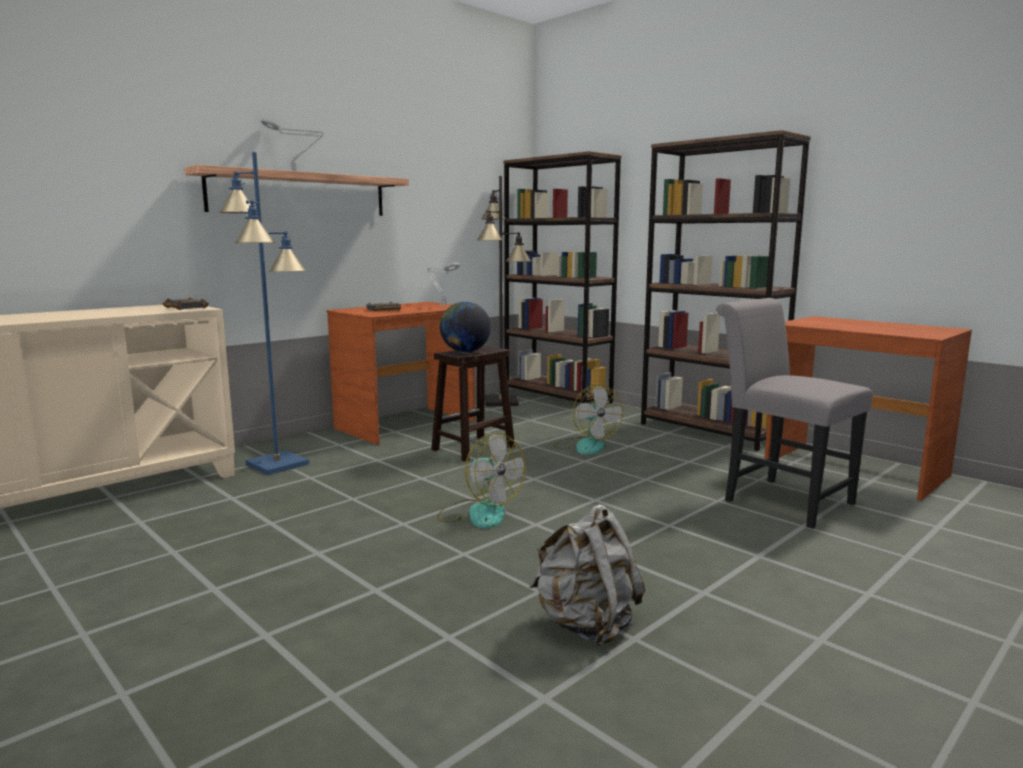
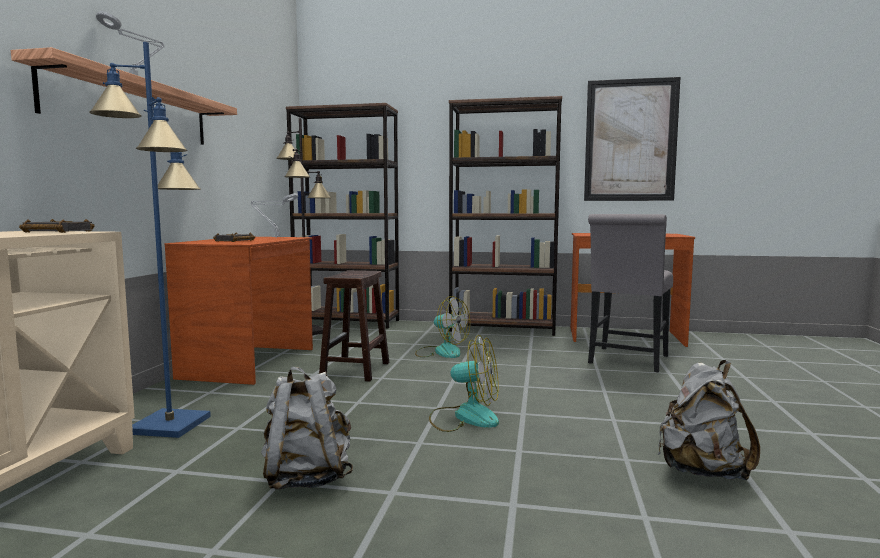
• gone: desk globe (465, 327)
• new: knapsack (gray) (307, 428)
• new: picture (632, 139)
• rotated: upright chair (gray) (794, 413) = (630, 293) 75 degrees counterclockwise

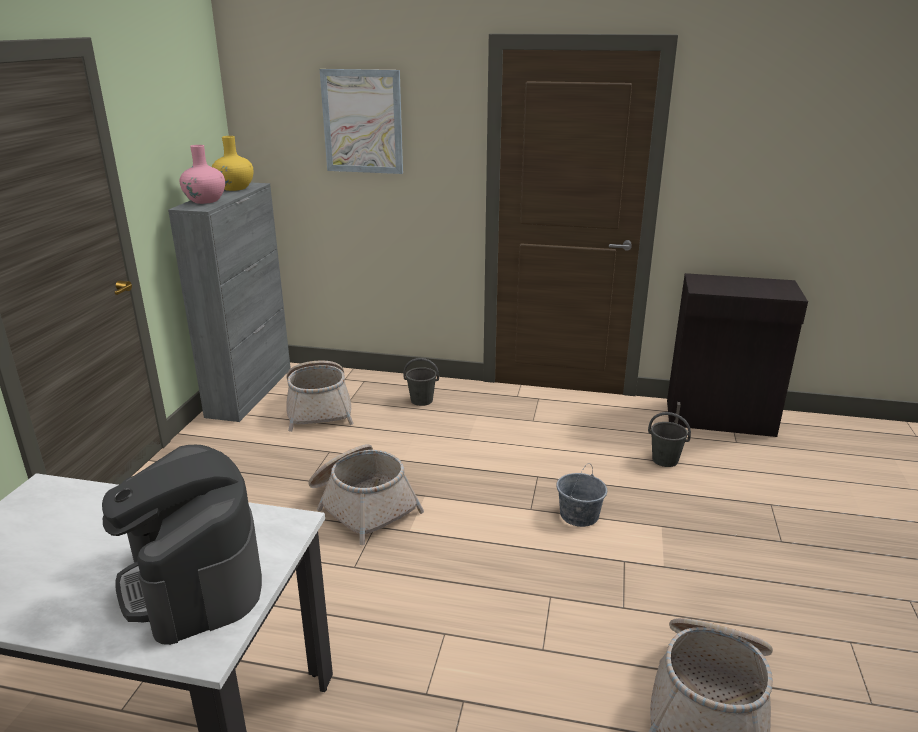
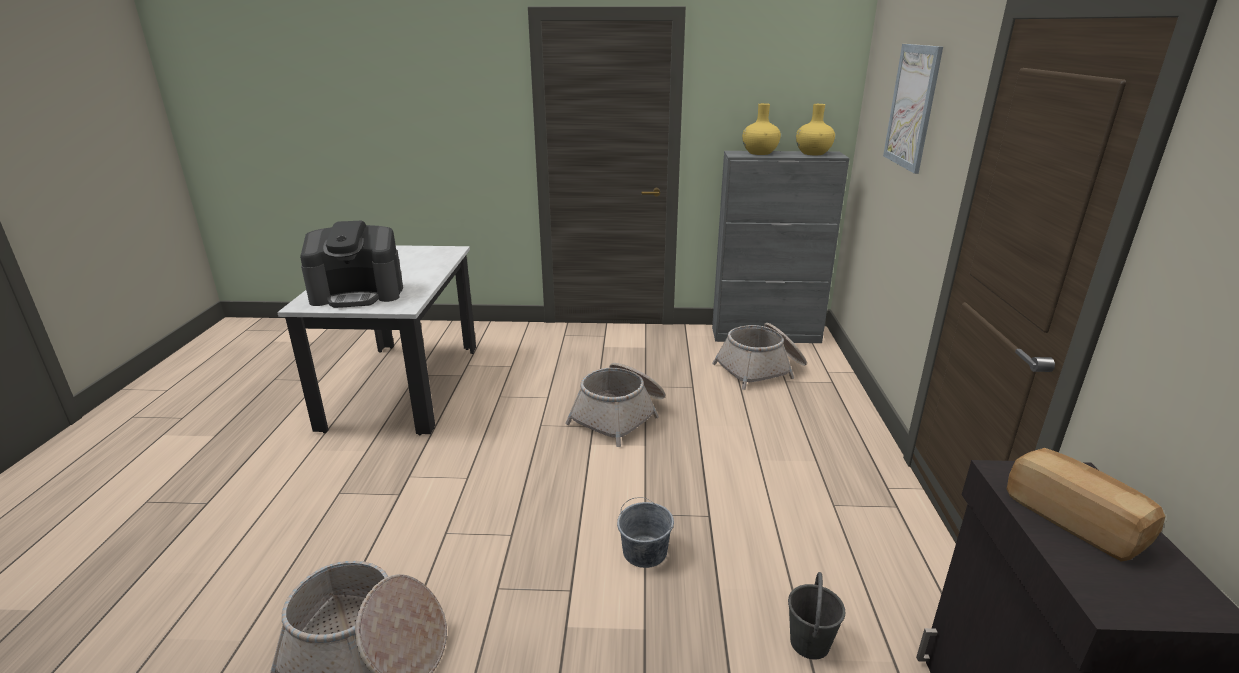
• gone: bucket (gray) (421, 382)
• new: bakery bread (1086, 505)
• repainted: decorative vase (pinkish) (202, 174) to decorative vase (yellowish) (761, 129)
• rotated: coffee machine (182, 545) = (351, 264) 150 degrees counterclockwise

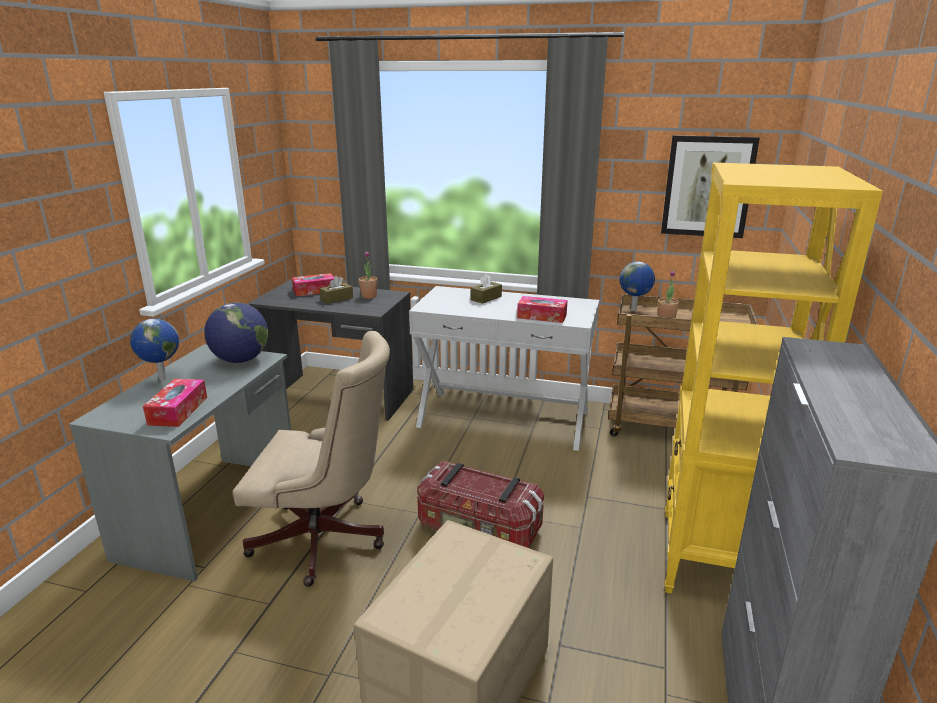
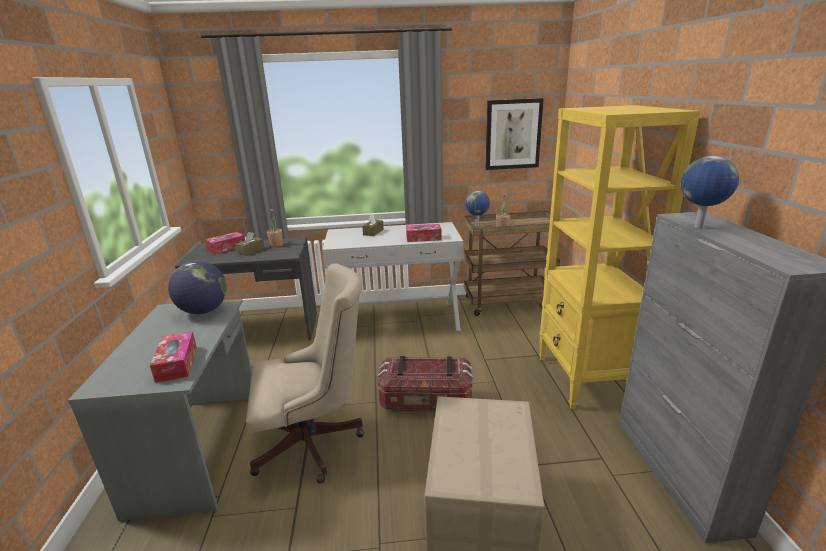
• shifted: desk globe (154, 350) to (710, 192)

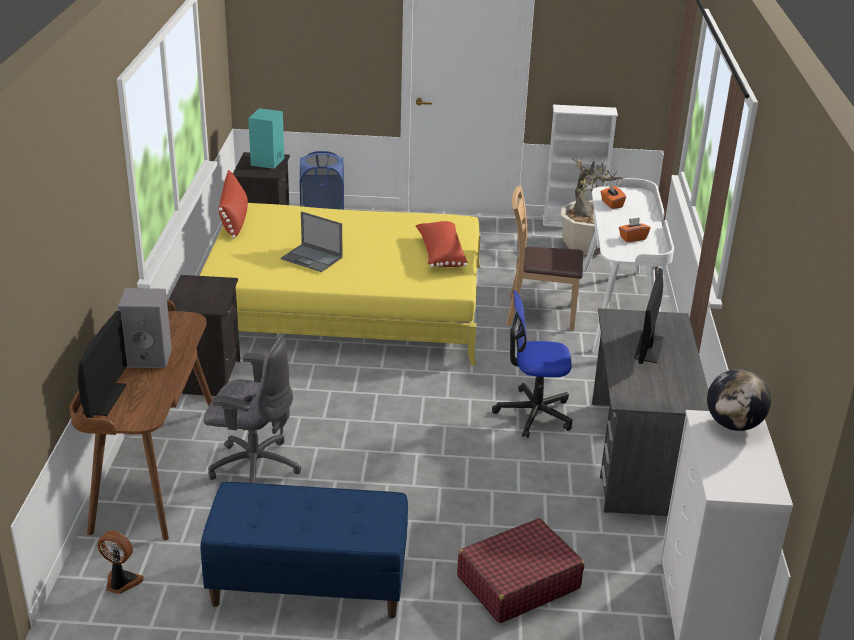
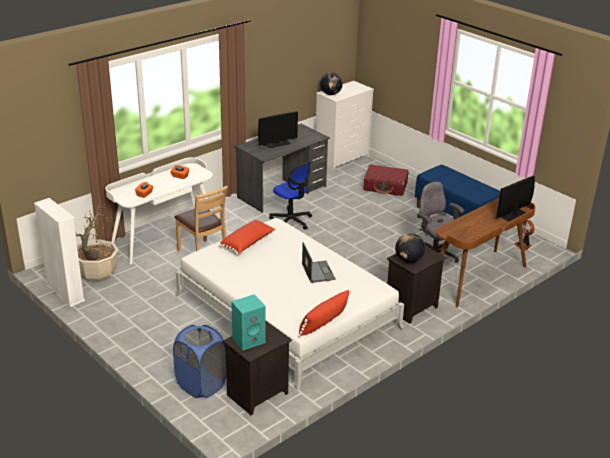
• gone: speaker (gray) (145, 328)
• new: desk globe (410, 248)
• repainted: bedroom bed (yellowish) (340, 284) to bedroom bed (white-coloured) (289, 304)

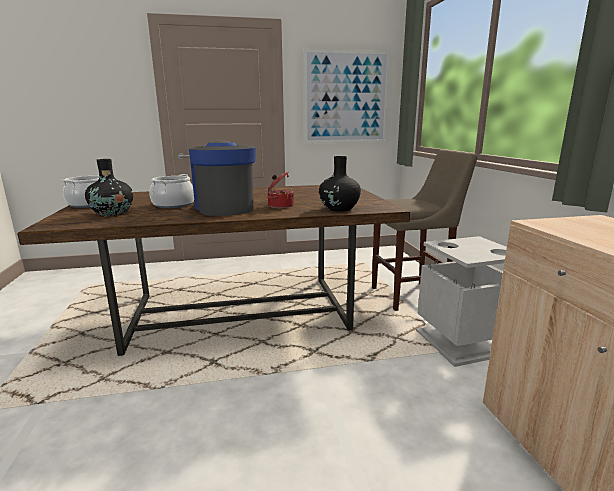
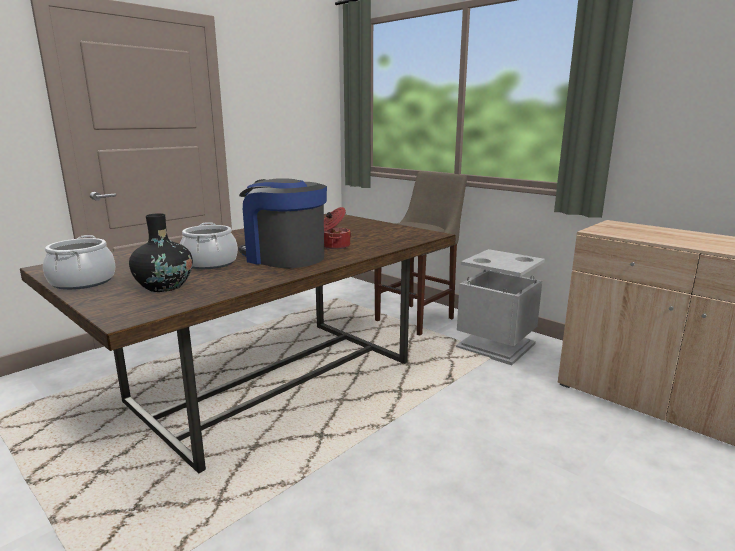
• gone: picture (347, 96)
• gone: decorative vase (black-coloured) (340, 184)

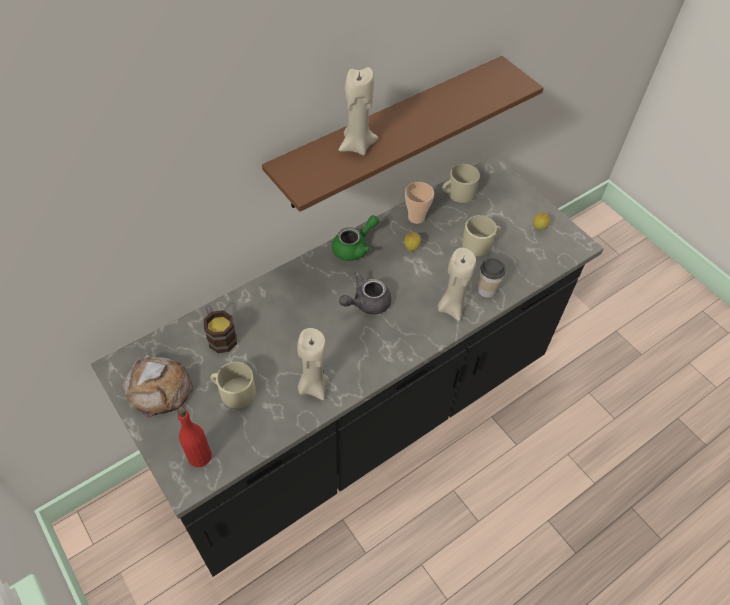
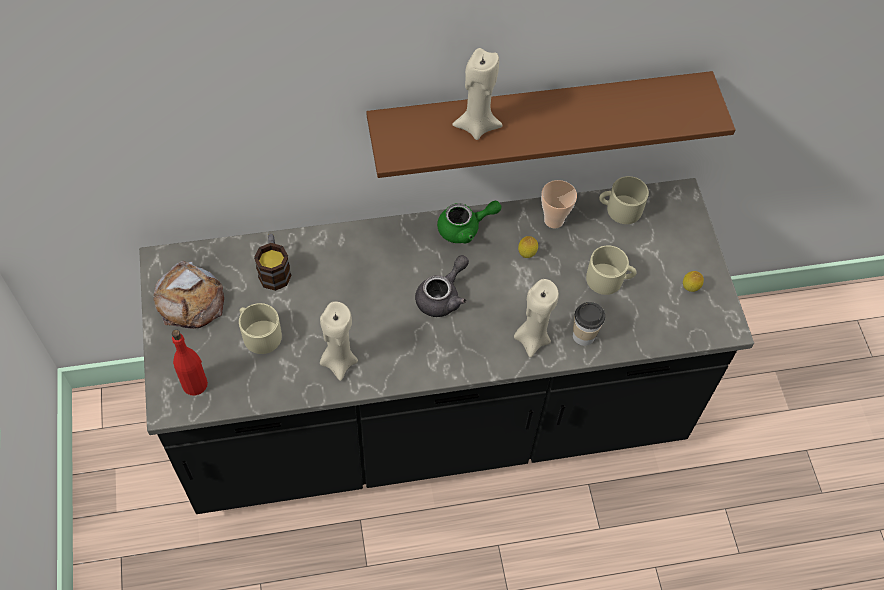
• rotated: pot for tea (gray) (365, 293) = (442, 286) 135 degrees clockwise

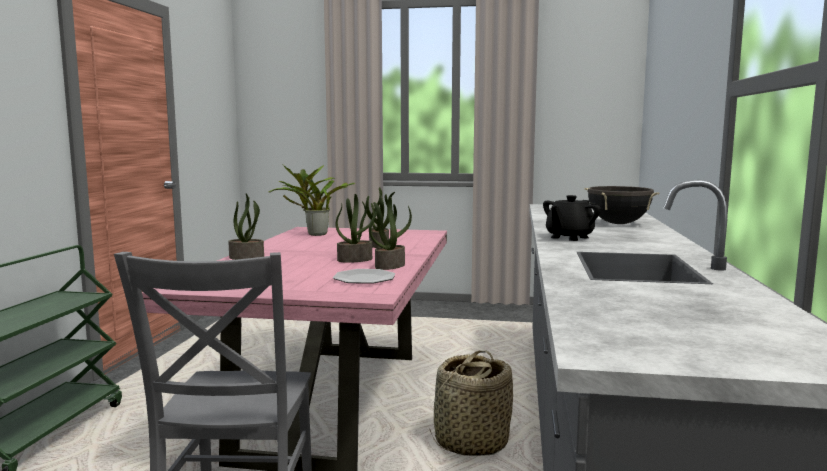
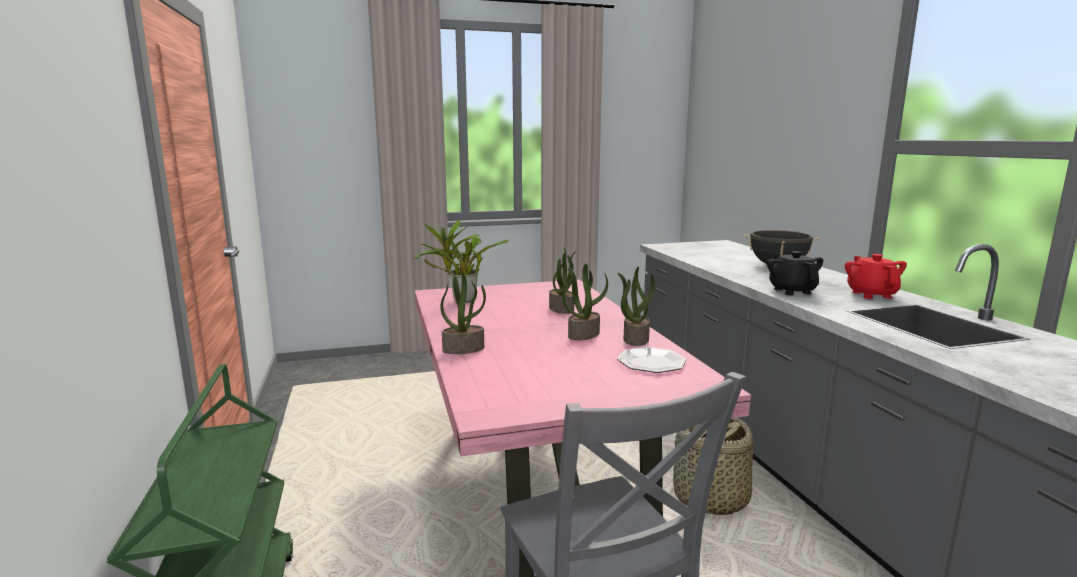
• new: pot for tea (red-coloured) (876, 276)
• rotated: pot for tea (black-coloured) (572, 218) = (795, 273) 150 degrees clockwise

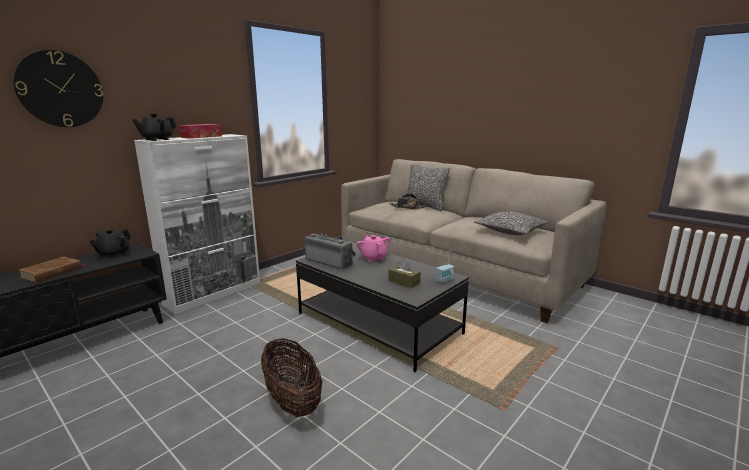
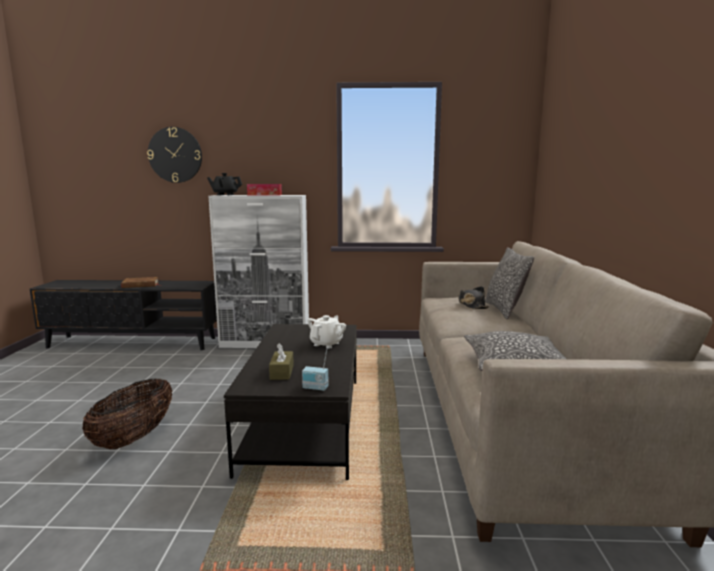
• gone: pot for tea (black-coloured) (110, 243)
• gone: radio set (330, 251)
• repainted: pot for tea (pinkish) (373, 248) to pot for tea (white-coloured) (326, 332)

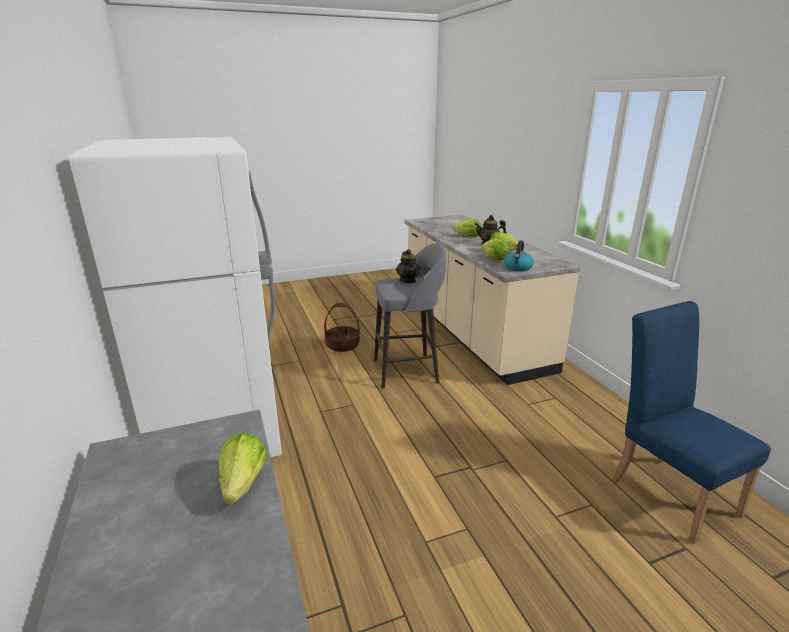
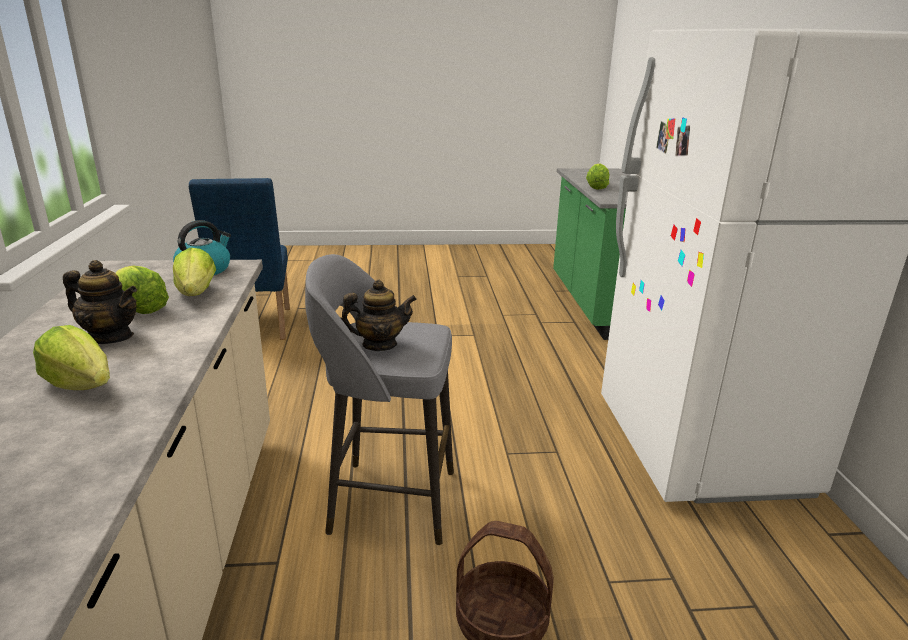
• rotated: pot for tea (408, 266) = (379, 315) 75 degrees clockwise

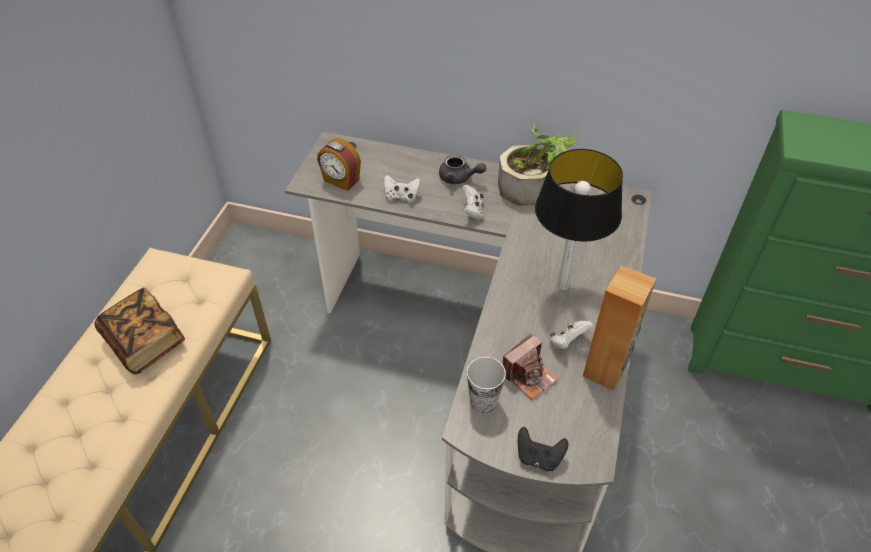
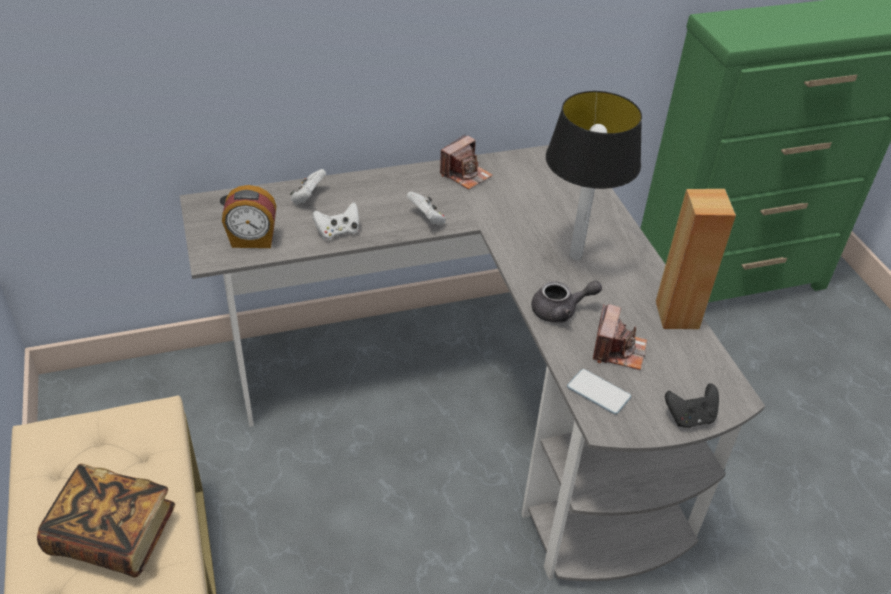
• shifted: pot for tea (gray) (462, 169) to (566, 301)
• shifted: joypad (white-coloured) (571, 335) to (308, 187)
• swapped: cup (486, 385) to handset (599, 392)
• swapped: houseplant (537, 165) to photo camera (466, 162)

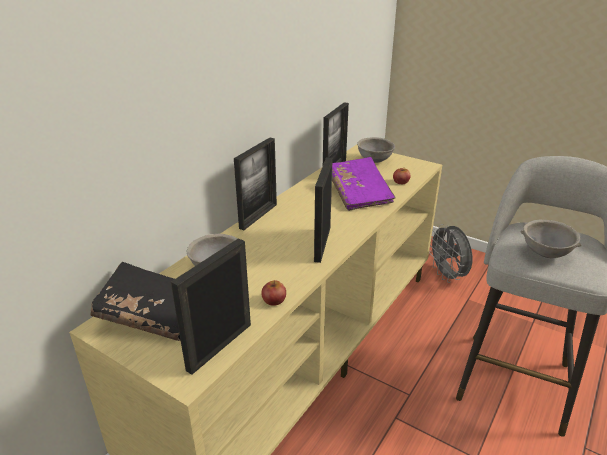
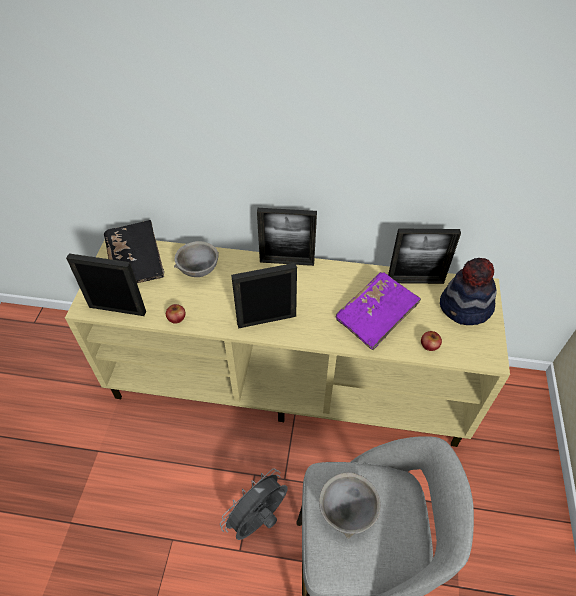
• shifted: cooling fan (gray) (450, 253) to (253, 504)
• swapped: deep dish (gray) (376, 150) to clothing hat (468, 291)

